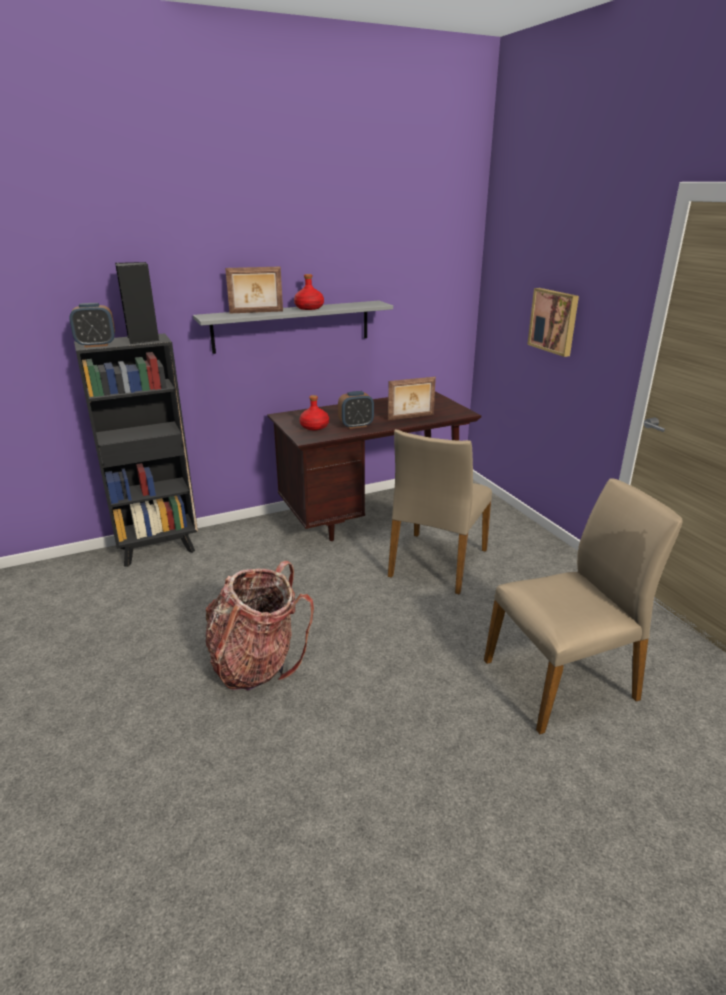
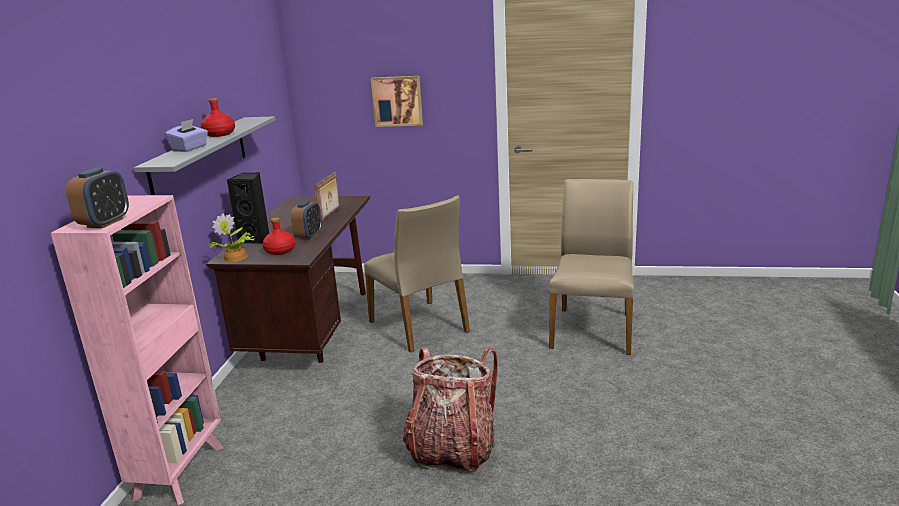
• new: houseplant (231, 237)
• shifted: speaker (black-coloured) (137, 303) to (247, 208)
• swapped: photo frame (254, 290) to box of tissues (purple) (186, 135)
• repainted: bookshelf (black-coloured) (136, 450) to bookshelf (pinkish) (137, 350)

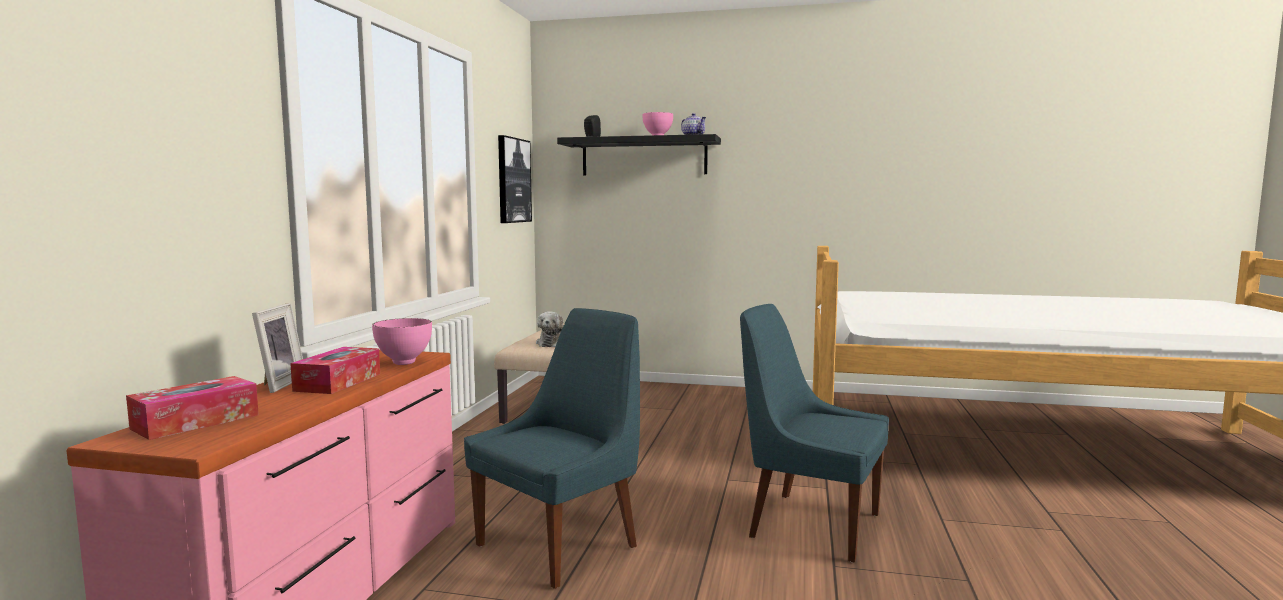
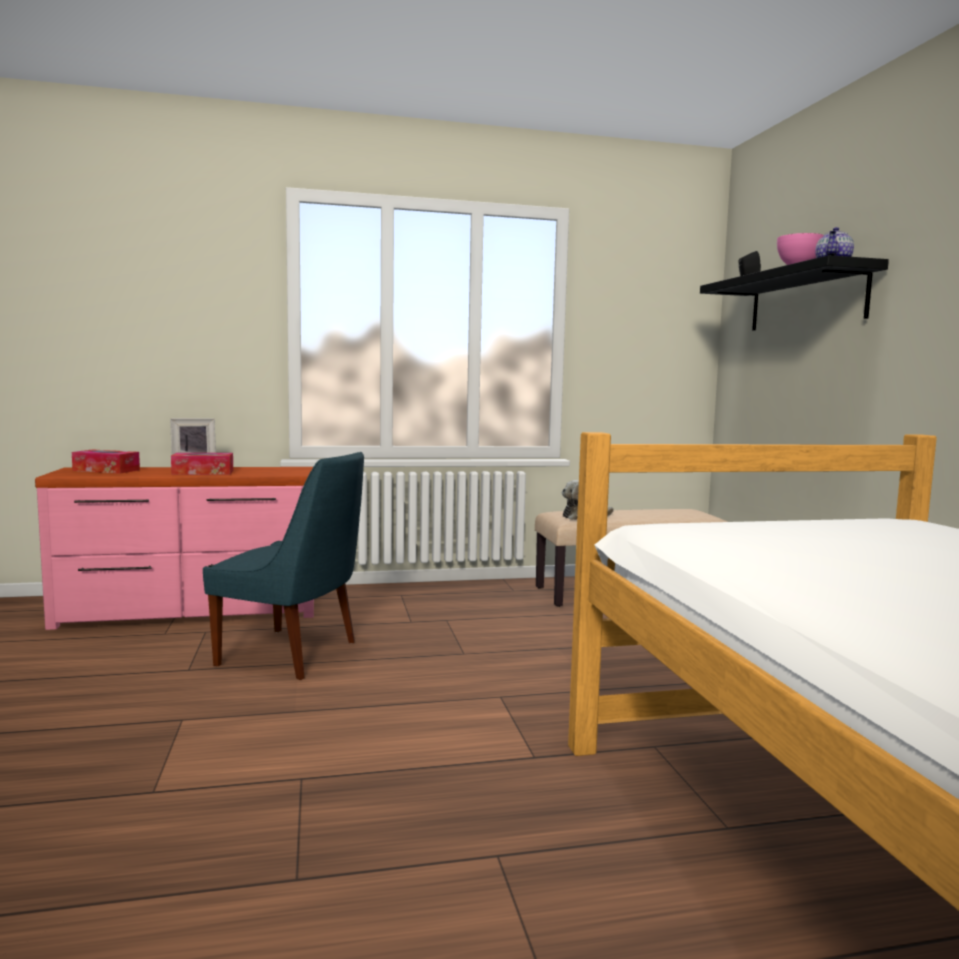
• gone: deep dish (pinkish) (402, 341)
• gone: picture (515, 179)
• gone: upright chair (blue) (814, 433)

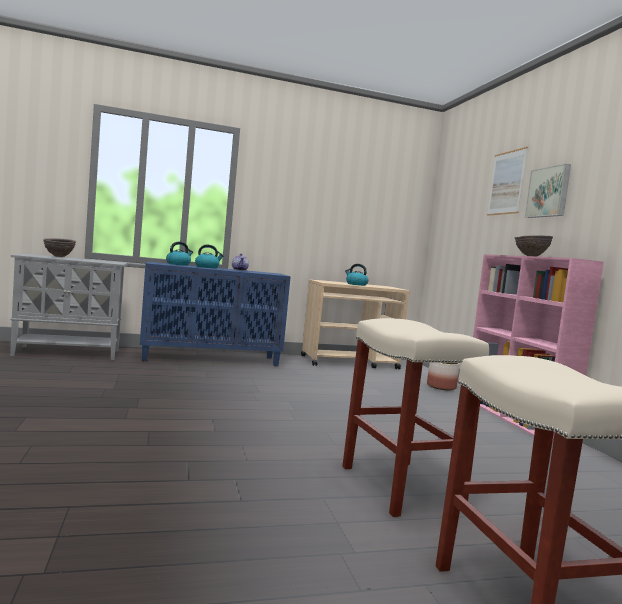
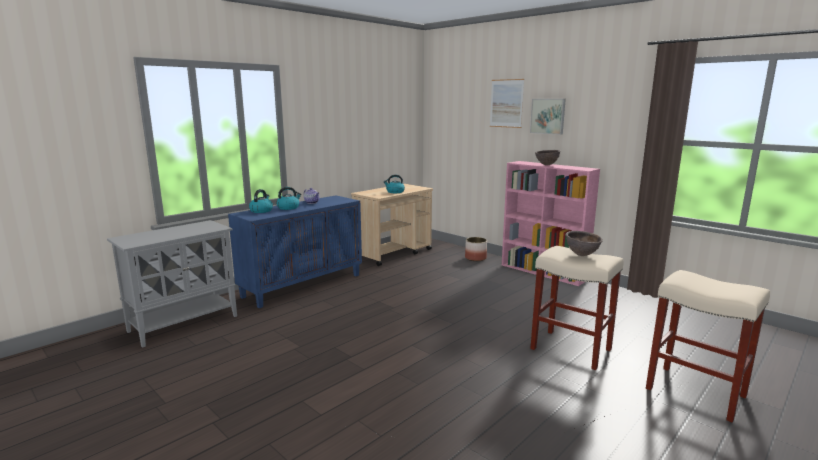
• shifted: deep dish (brown) (59, 247) to (584, 243)

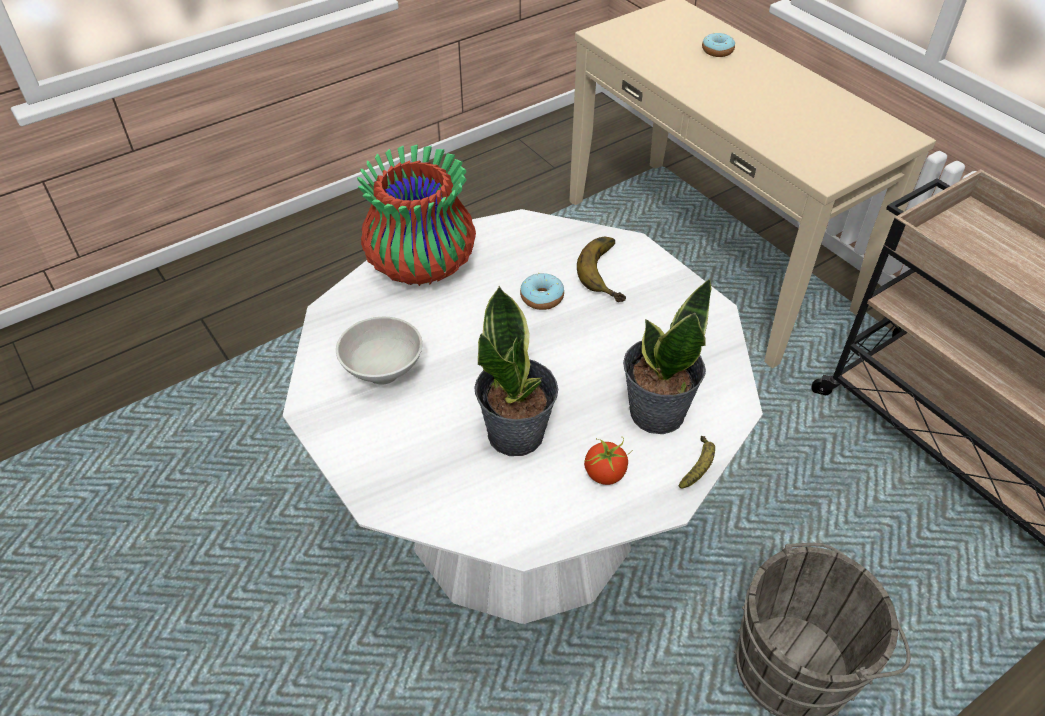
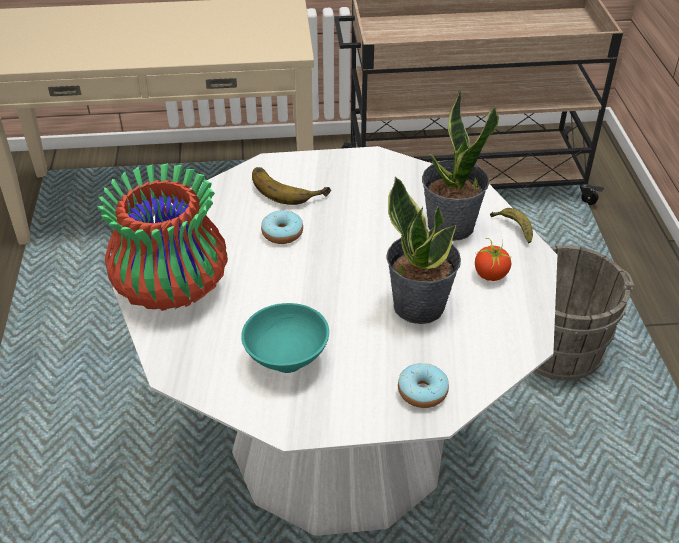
• shifted: doughnut (718, 45) to (423, 385)
• repainted: deep dish (white-coloured) (379, 350) to deep dish (turquoise-coloured) (285, 338)

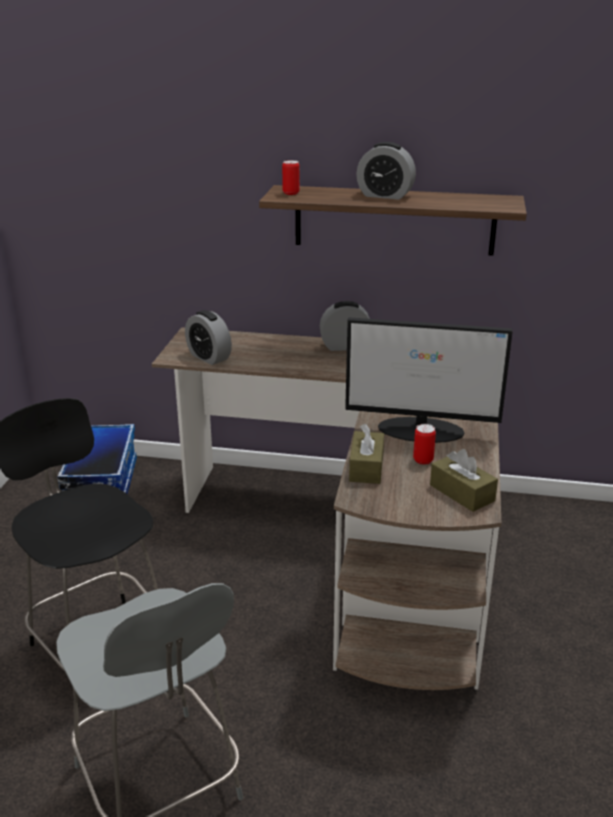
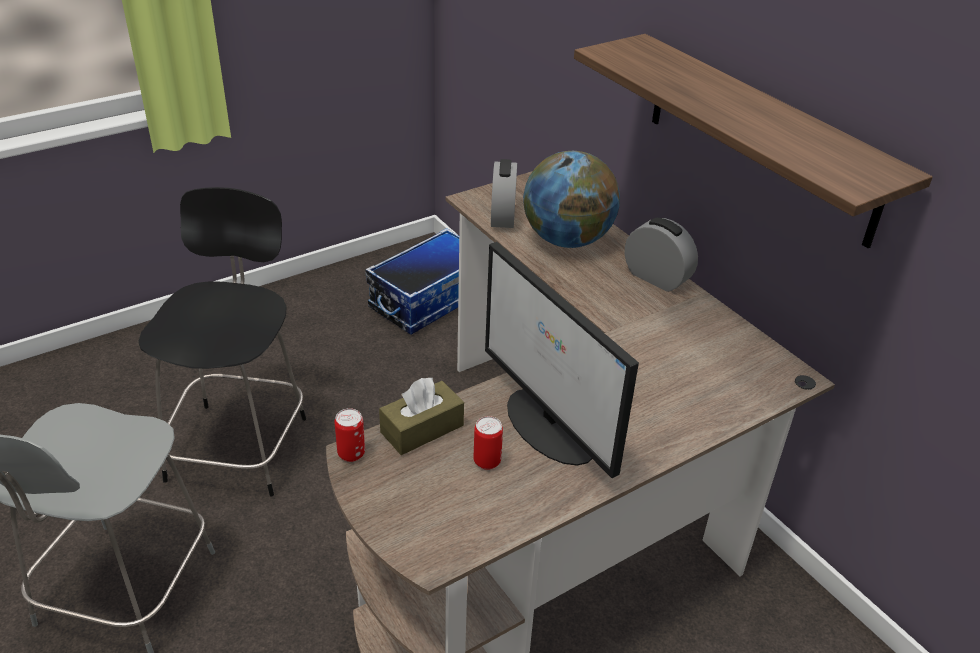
• gone: alarm clock (386, 171)
• gone: box of tissues (brown) (464, 480)
• new: desk globe (571, 199)
• shifted: sealed can (291, 177) to (350, 435)

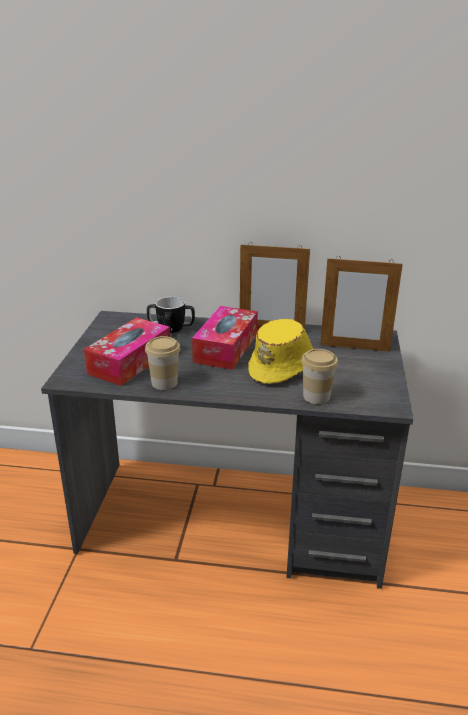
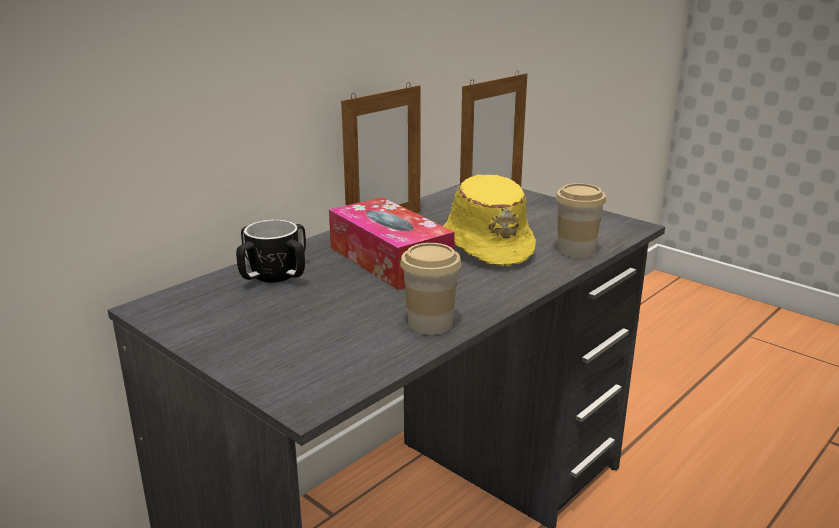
• gone: box of tissues (127, 352)

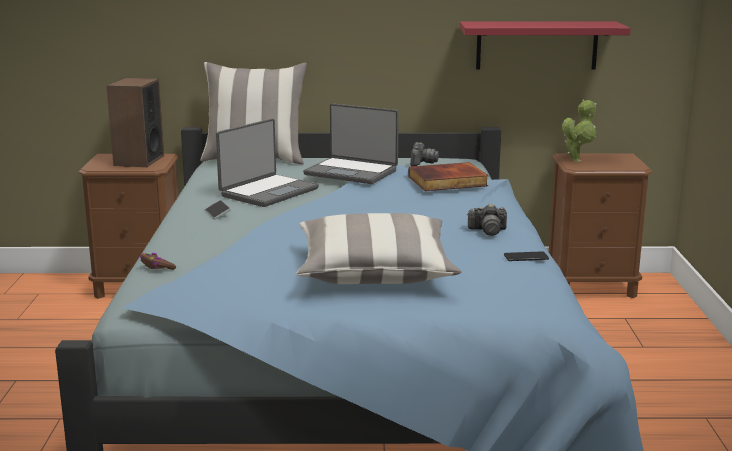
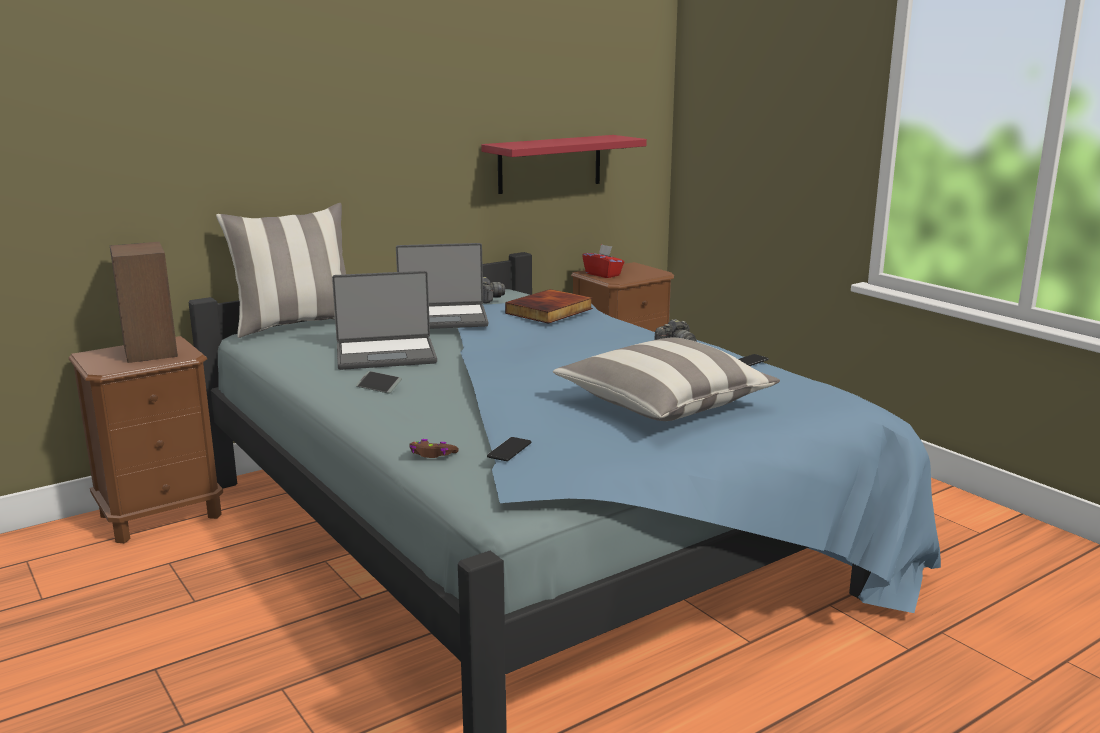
• new: handset (509, 449)
• swapped: houseplant (579, 130) to box of tissues (red-coloured) (603, 261)
• rotated: portable computer (267, 163) = (384, 320) 75 degrees clockwise

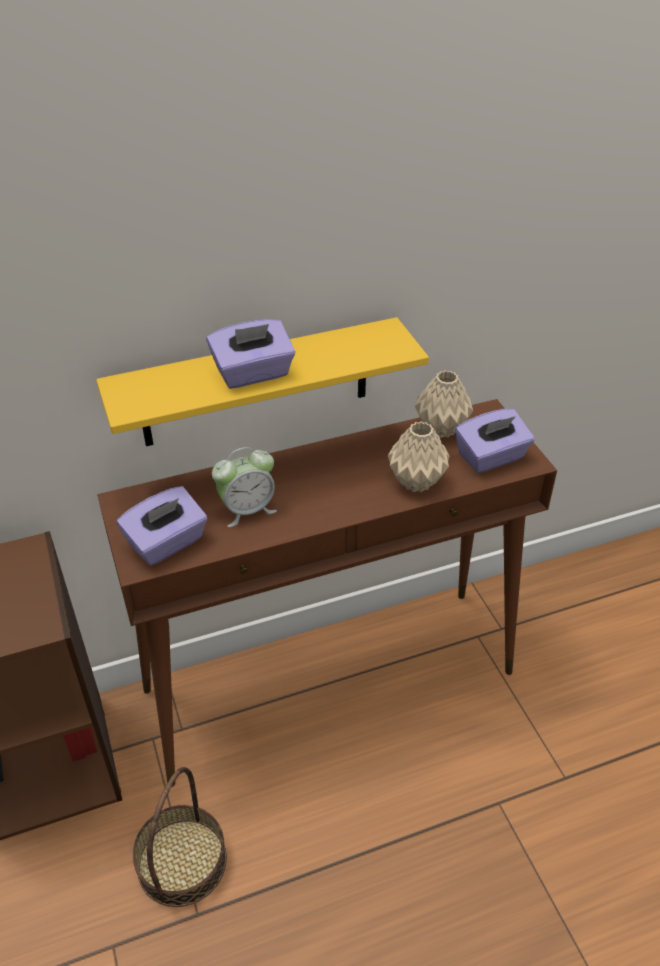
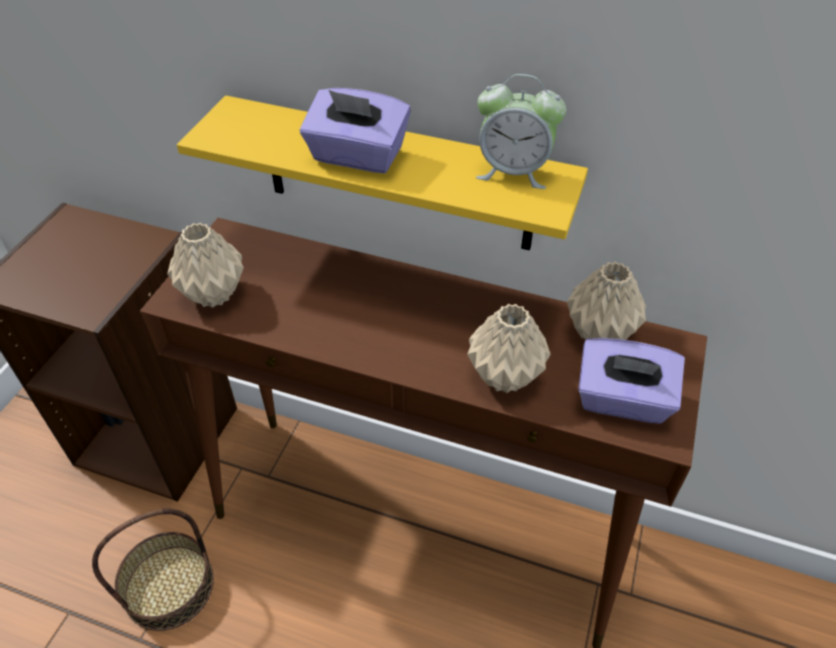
• shifted: alarm clock (244, 487) to (521, 131)
• swapped: box of tissues (purple) (162, 526) to decorative vase (beige-coloured) (205, 265)

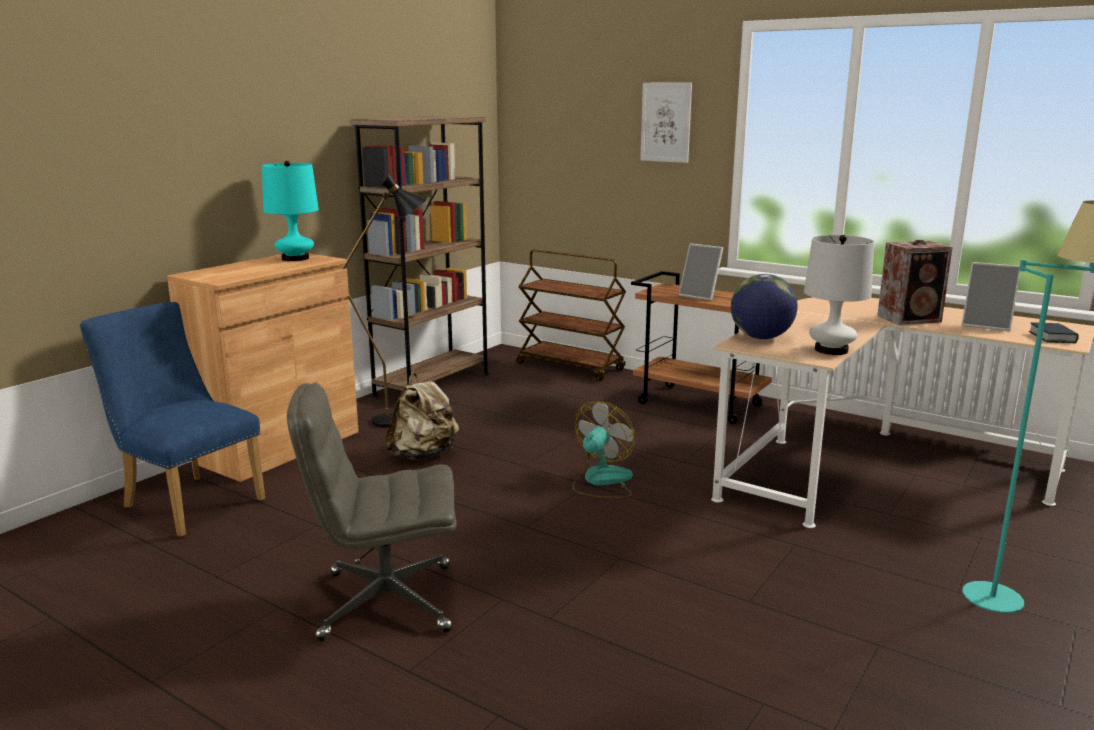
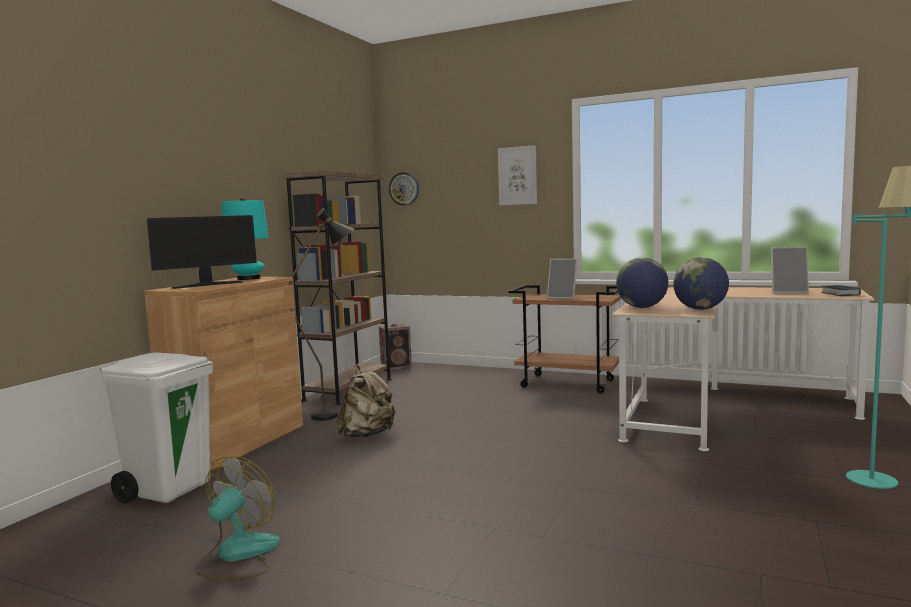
• gone: office chair (gray) (372, 512)
• gone: trolley (brown) (571, 315)
• new: computer screen (202, 252)
• new: hanging clock (404, 189)
• shifted: cooling fan (603, 449) to (237, 518)
• shifted: speaker (915, 282) to (395, 347)
• swapped: upright chair (blue) (172, 419) to rubbish bin (white-coloured) (156, 427)
• swapped: table lamp (white-coloured) (839, 295) to desk globe (701, 283)

